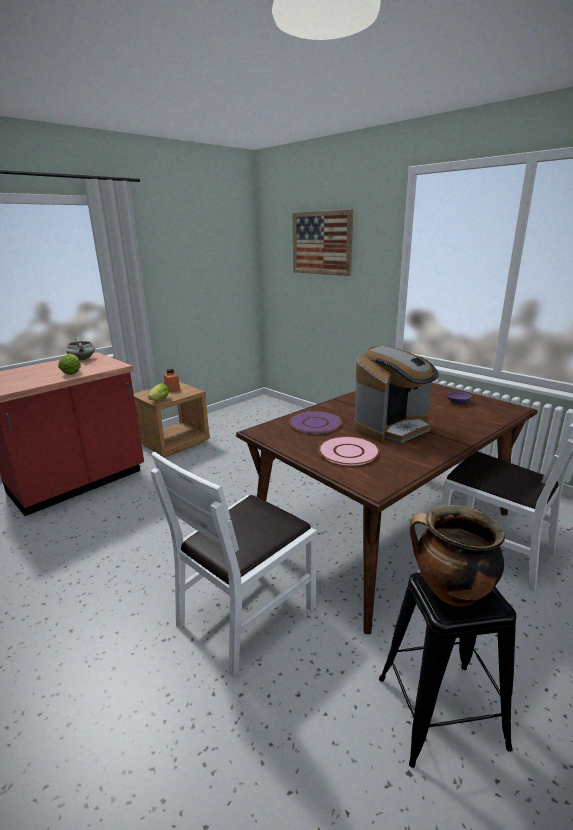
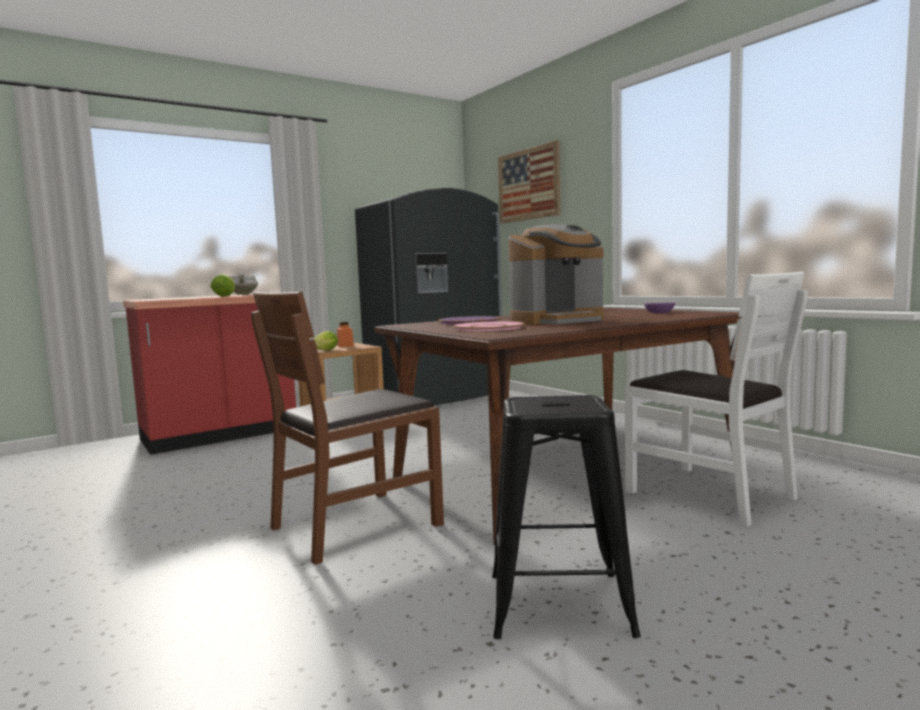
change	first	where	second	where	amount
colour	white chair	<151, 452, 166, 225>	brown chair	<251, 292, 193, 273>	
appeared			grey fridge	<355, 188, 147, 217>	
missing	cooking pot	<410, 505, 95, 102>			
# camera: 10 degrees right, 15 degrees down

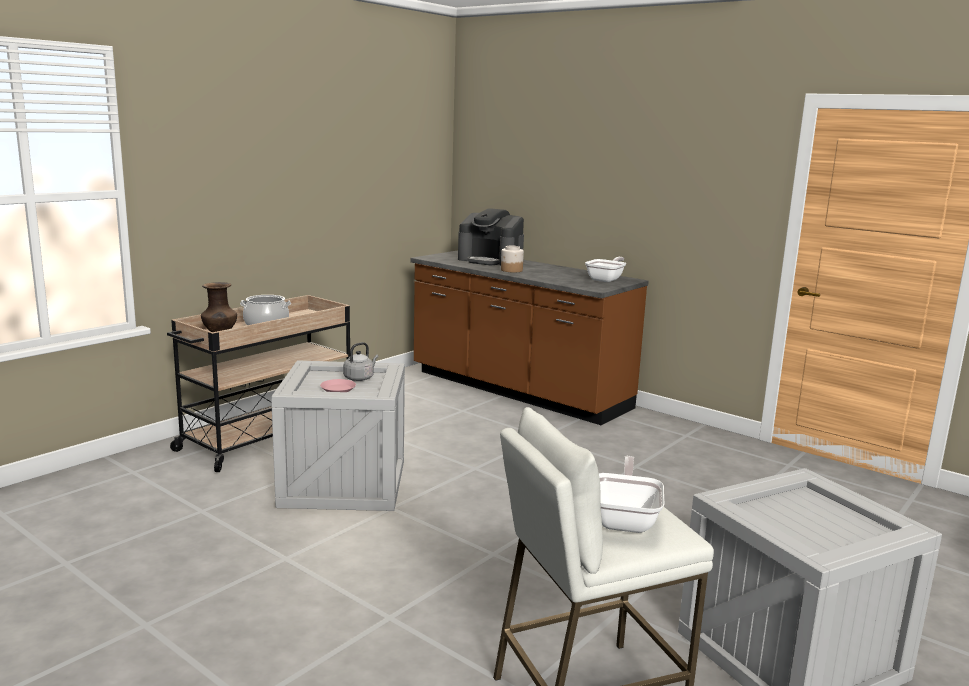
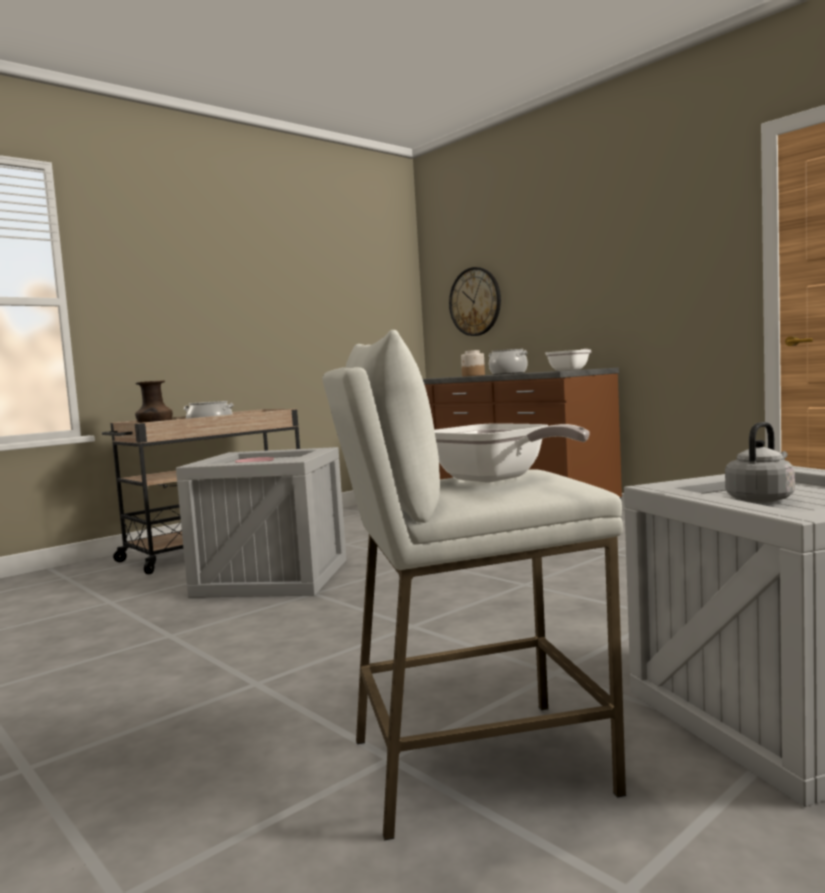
change	first	where	second	where	amount
spun	frying pan	<599, 456, 66, 77>		<434, 423, 156, 60>	120 degrees clockwise
appeared			wall clock	<449, 267, 52, 69>	
appeared			cooking pot	<488, 349, 39, 26>	
relocated	grey kettle	<343, 342, 36, 39>		<725, 422, 70, 81>	
missing	coffee machine	<458, 209, 66, 56>			
# camera: 10 degrees right, 10 degrees down

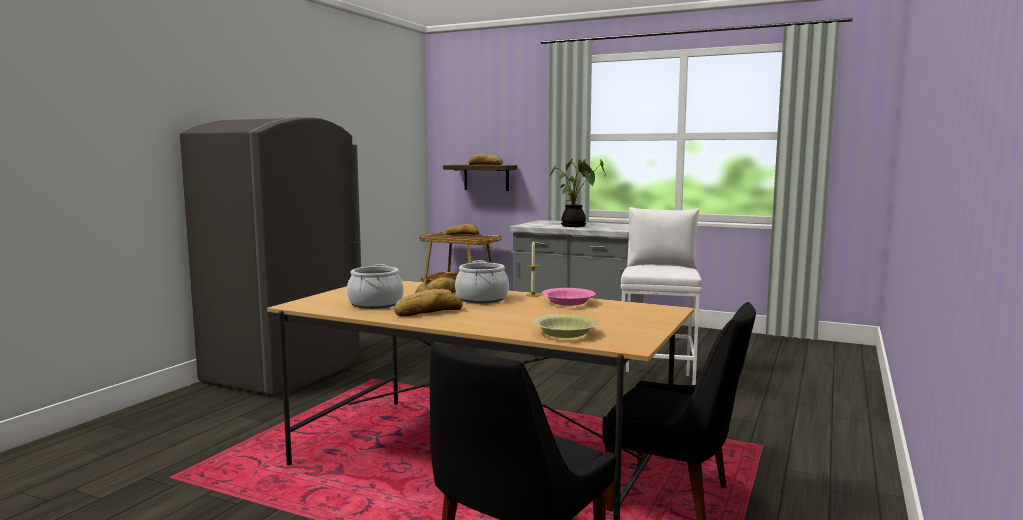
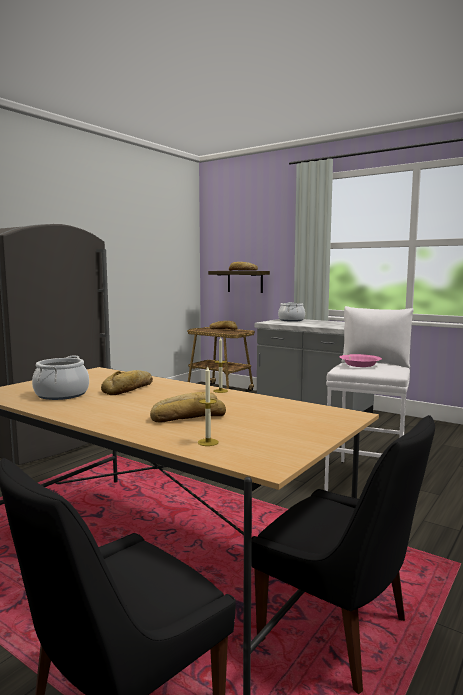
change	first	where	second	where	amount
relocated	bread	<394, 289, 69, 28>		<150, 392, 76, 30>	
exchanged	yellow bowl	<533, 314, 65, 24>	candle	<198, 365, 21, 81>	
relocated	cooking pot	<455, 260, 54, 44>		<278, 302, 27, 20>	
relocated	pink bowl	<542, 288, 54, 18>		<340, 354, 42, 13>	
missing	potted plant	<550, 158, 56, 69>			
# camera: 10 degrees right, 0 degrees up

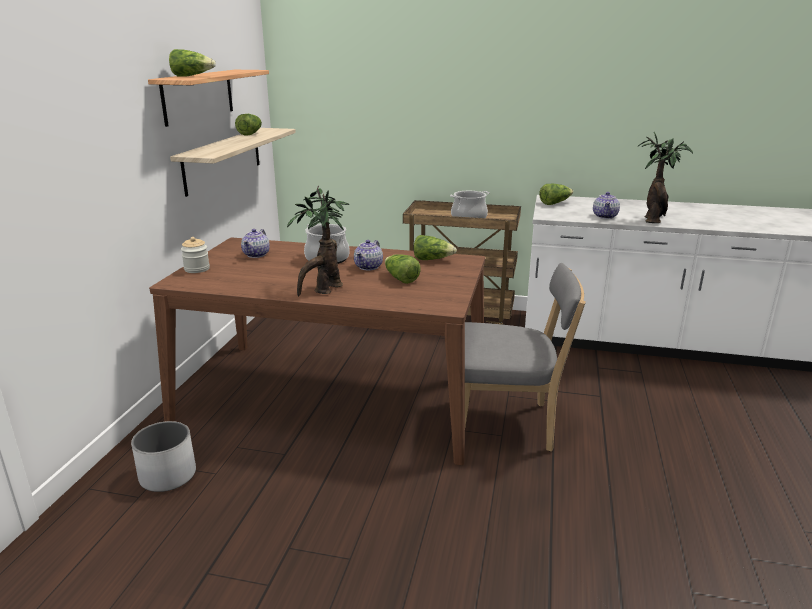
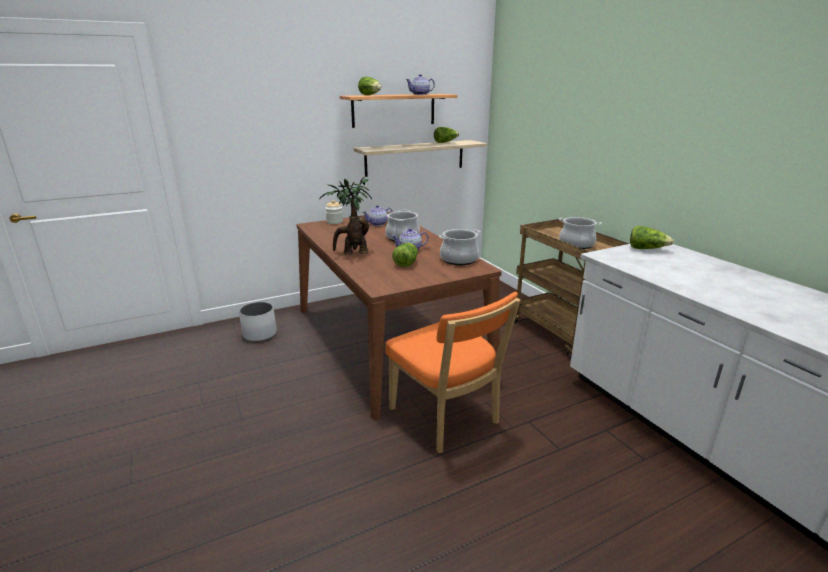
change	first	where	second	where	amount
colour	grey chair	<465, 263, 121, 189>	orange chair	<385, 292, 136, 161>	
relocated	teapot	<593, 192, 27, 27>		<406, 74, 29, 21>	
exchanged	lettuce	<414, 235, 43, 25>	cooking pot	<439, 229, 42, 36>	
missing	potted plant	<637, 132, 56, 91>			
# camera: 50 degrees right, 0 degrees up

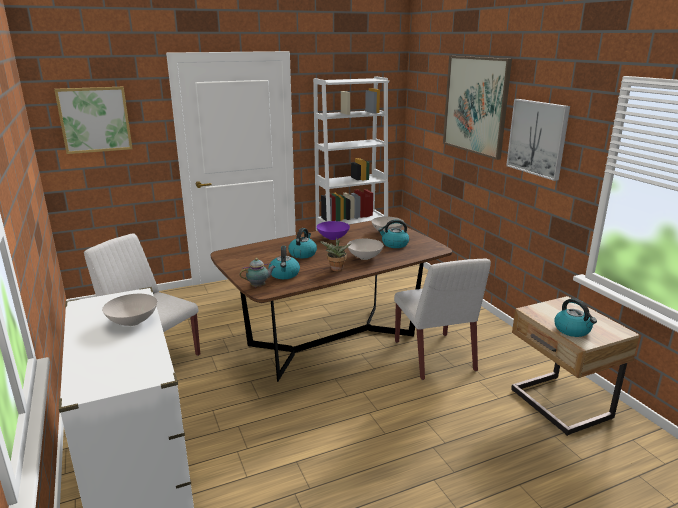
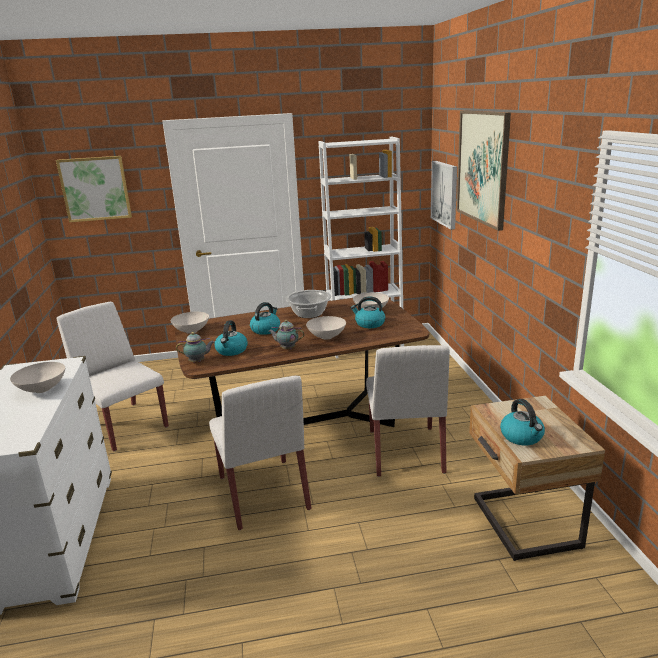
change	first	where	second	where	amount
appeared			white bowl	<171, 312, 38, 22>	
appeared			white chair	<209, 376, 103, 154>	
exchanged	potted plant	<320, 238, 31, 33>	teapot	<268, 320, 37, 29>	
exchanged	purple bowl	<317, 221, 33, 19>	cooking pot	<285, 290, 46, 28>	
relocated	picture	<506, 99, 64, 82>		<431, 161, 26, 69>	
# camera: 15 degrees right, 0 degrees up

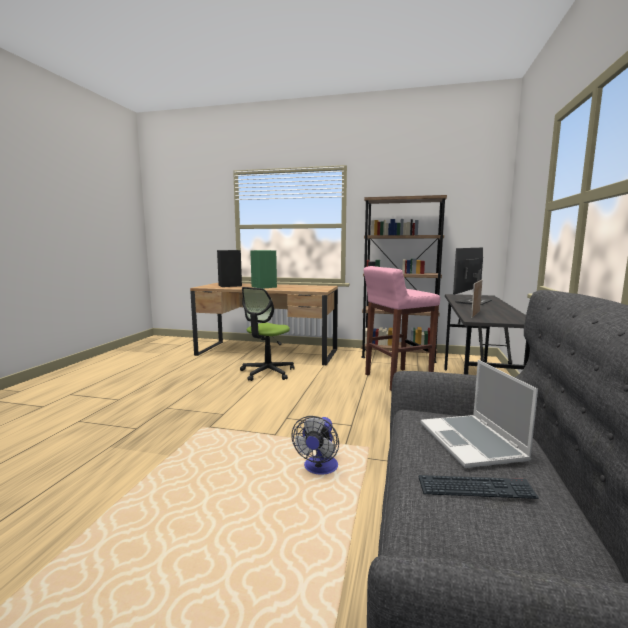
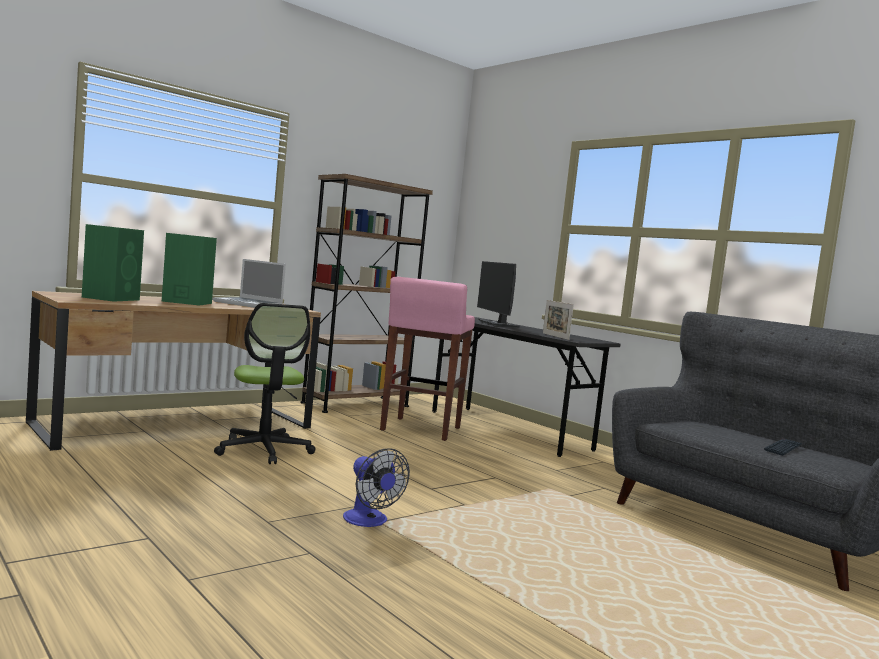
change	first	where	second	where	amount
colour	black speaker	<217, 250, 25, 37>	green speaker	<82, 224, 62, 78>	
relocated	laptop	<420, 360, 118, 108>		<212, 259, 74, 49>	
relocated	fan	<291, 416, 48, 59>		<343, 448, 67, 79>	
# camera: 55 degrees left, 5 degrees down

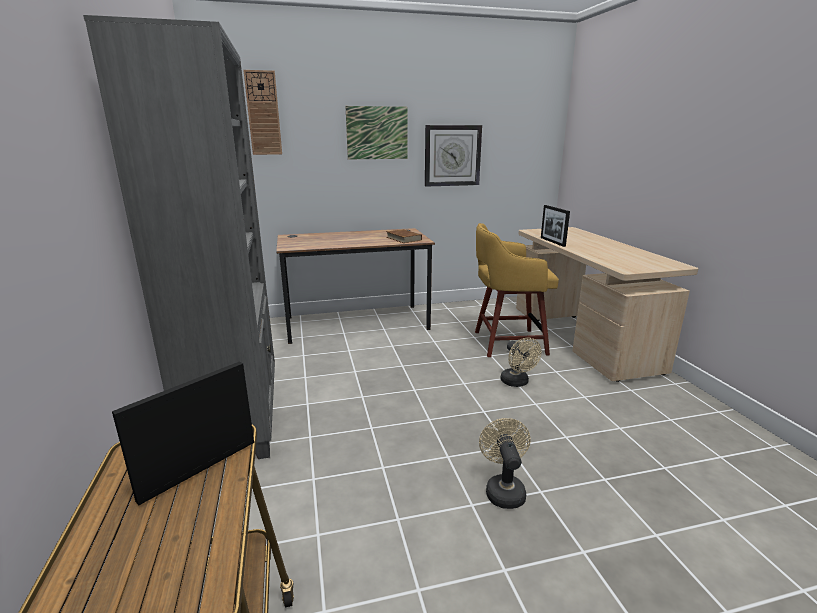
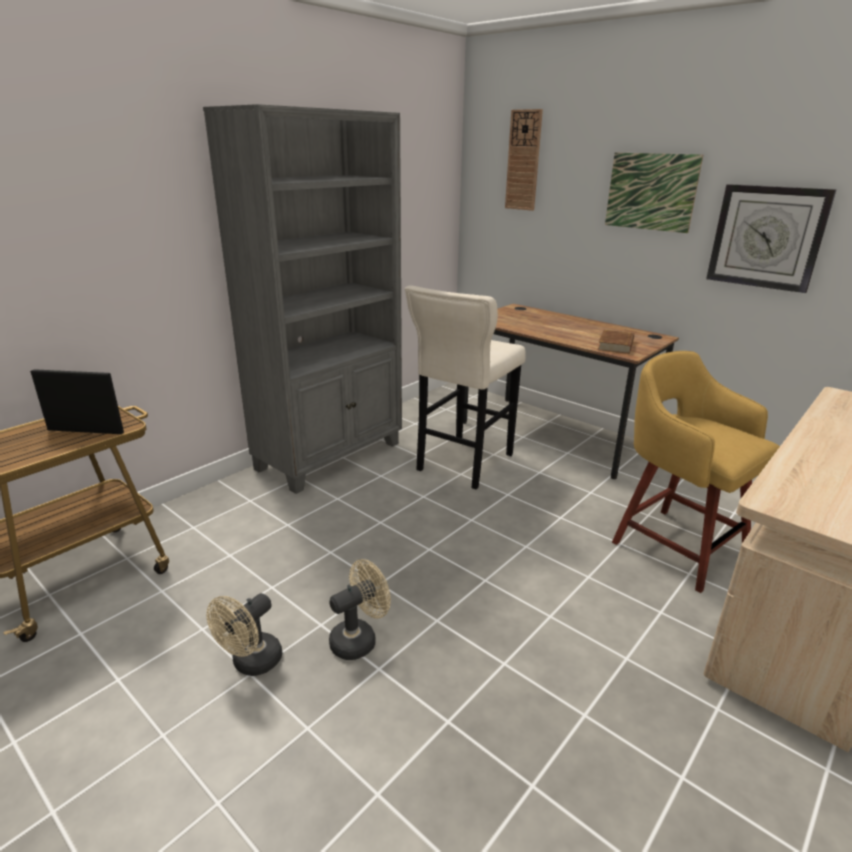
change	first	where	second	where	amount
relocated	beige fan	<500, 337, 42, 50>		<206, 593, 76, 83>	
appeared			beige stool	<405, 286, 121, 203>	
missing	picture frame	<541, 205, 29, 42>			
# camera: 55 degrees right, 5 degrees up

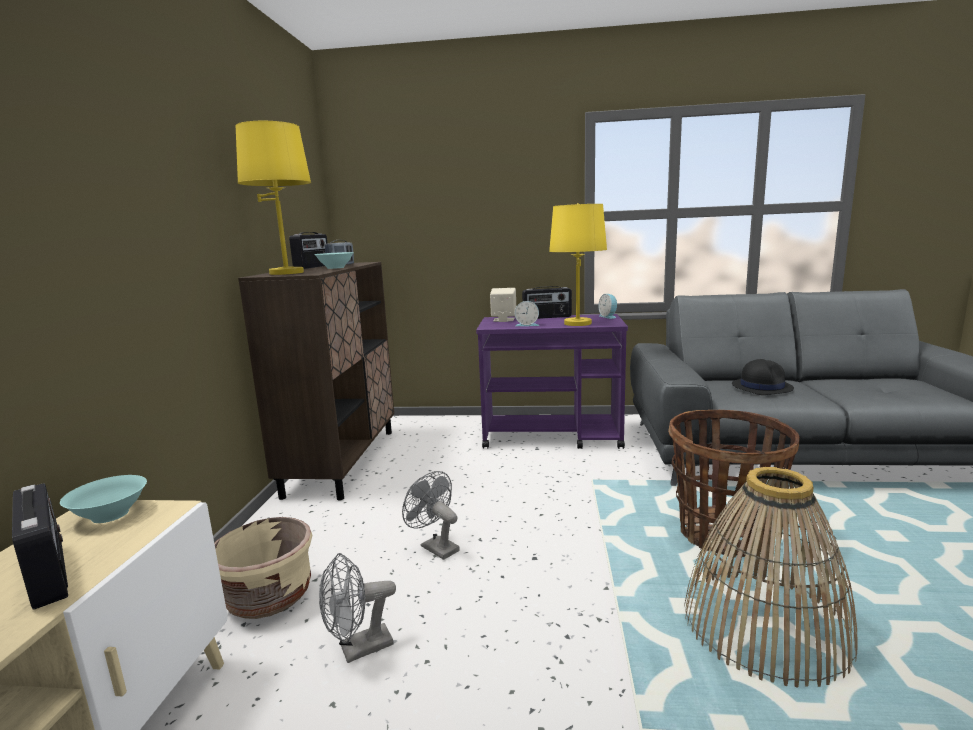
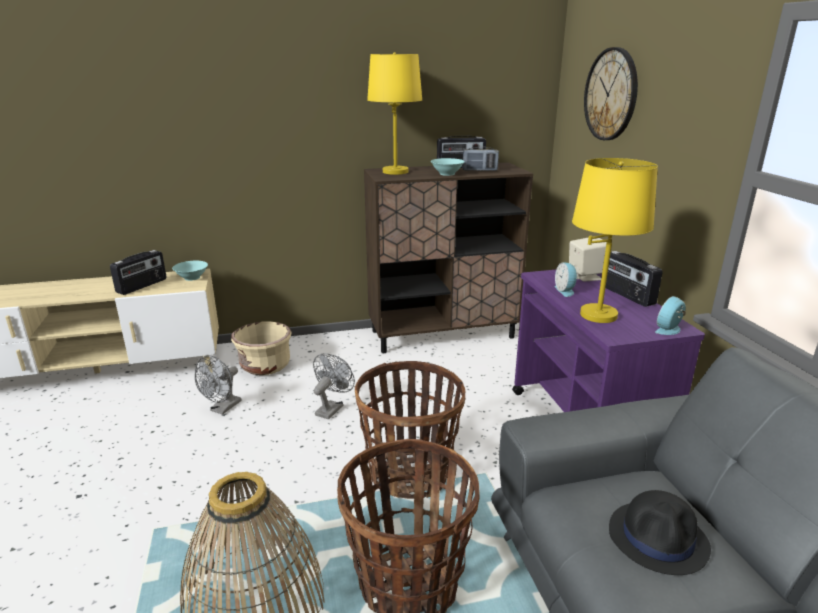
change	first	where	second	where	amount
spun	grey fan	<319, 553, 77, 110>		<195, 356, 46, 59>	105 degrees counterclockwise
appeared			basket	<355, 361, 110, 138>	
appeared			wall clock	<584, 47, 54, 93>	
# camera: 70 degrees right, 10 degrees up

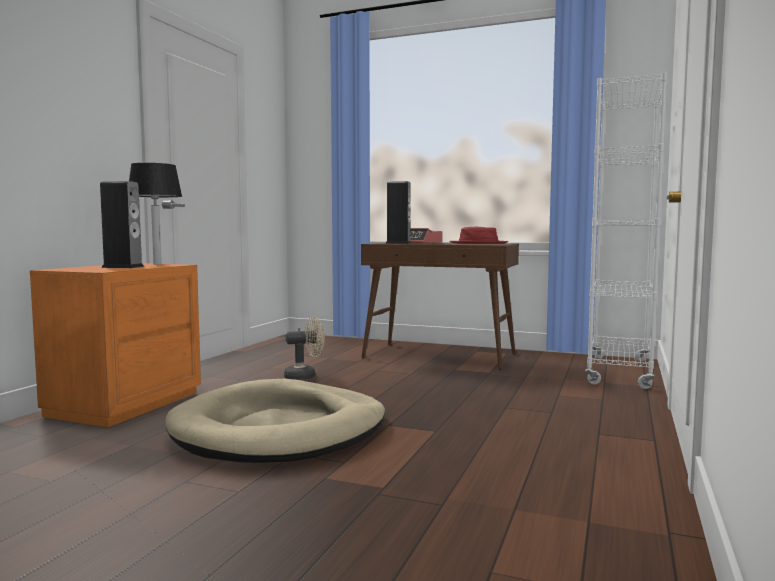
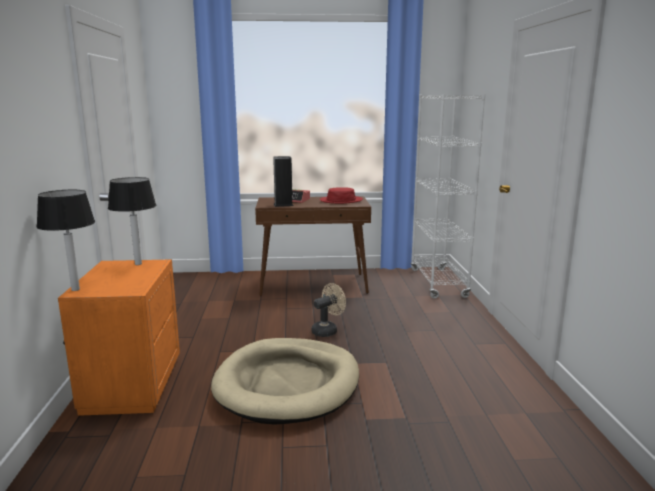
change	first	where	second	where	amount
appeared			table lamp	<36, 190, 59, 101>	
relocated	beige fan	<284, 317, 40, 63>		<312, 283, 34, 54>	
missing	speaker	<100, 181, 44, 87>			
# camera: 25 degrees left, 10 degrees up

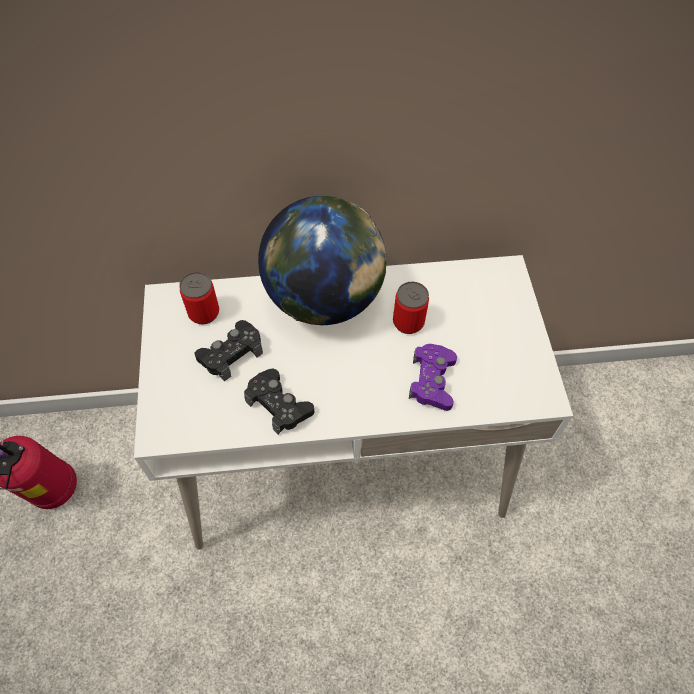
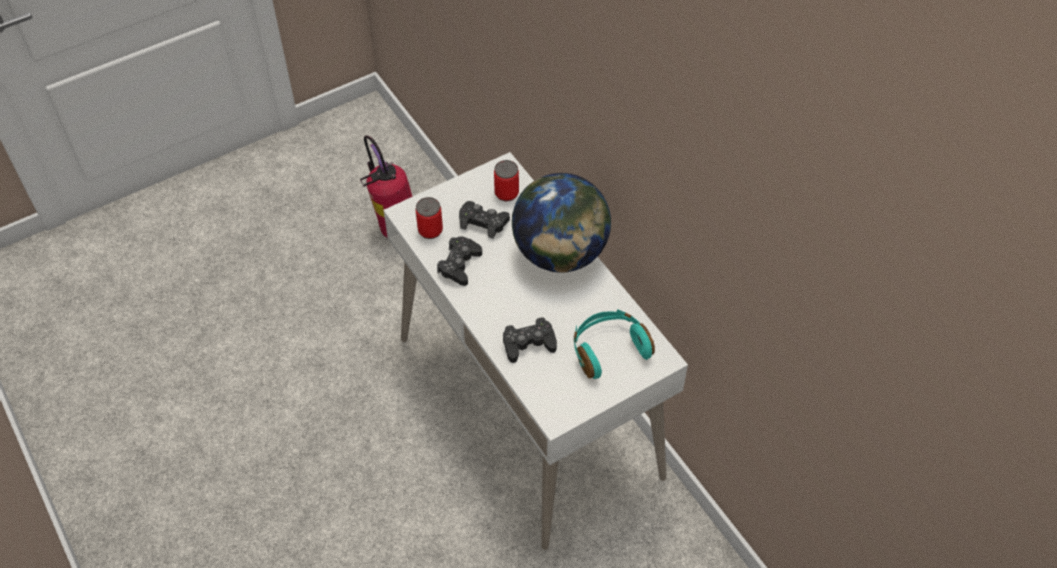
change	first	where	second	where	amount
relocated	can	<393, 282, 36, 52>		<416, 197, 27, 42>	
colour	purple game controller	<409, 344, 48, 67>	black game controller	<503, 317, 54, 46>	
appeared			turquoise headphones	<574, 309, 81, 70>	
# camera: 65 degrees right, 5 degrees down

